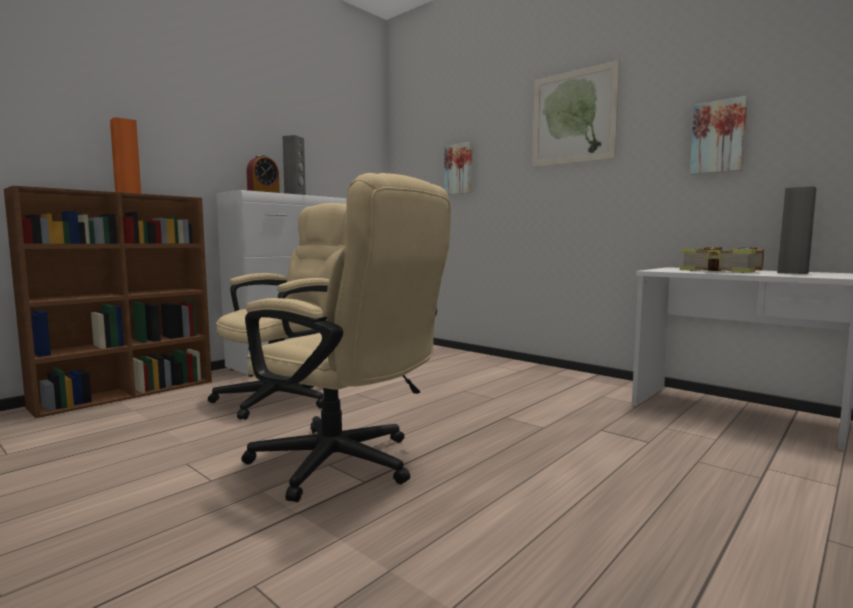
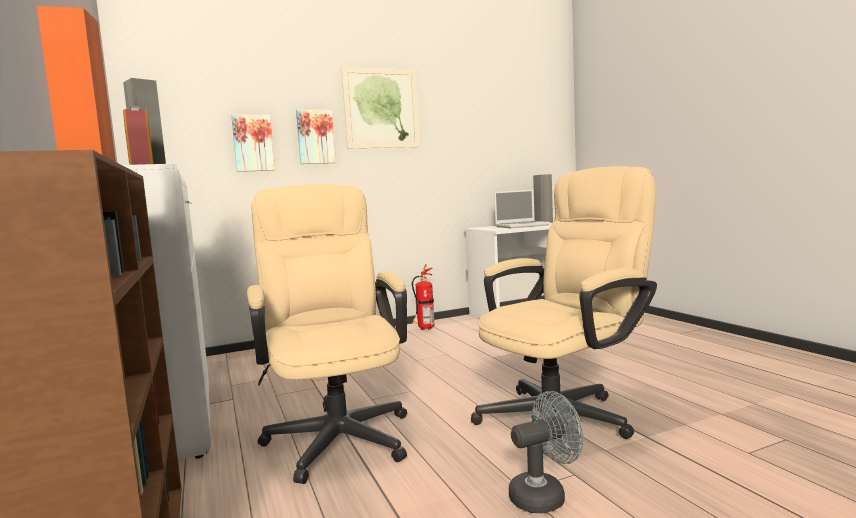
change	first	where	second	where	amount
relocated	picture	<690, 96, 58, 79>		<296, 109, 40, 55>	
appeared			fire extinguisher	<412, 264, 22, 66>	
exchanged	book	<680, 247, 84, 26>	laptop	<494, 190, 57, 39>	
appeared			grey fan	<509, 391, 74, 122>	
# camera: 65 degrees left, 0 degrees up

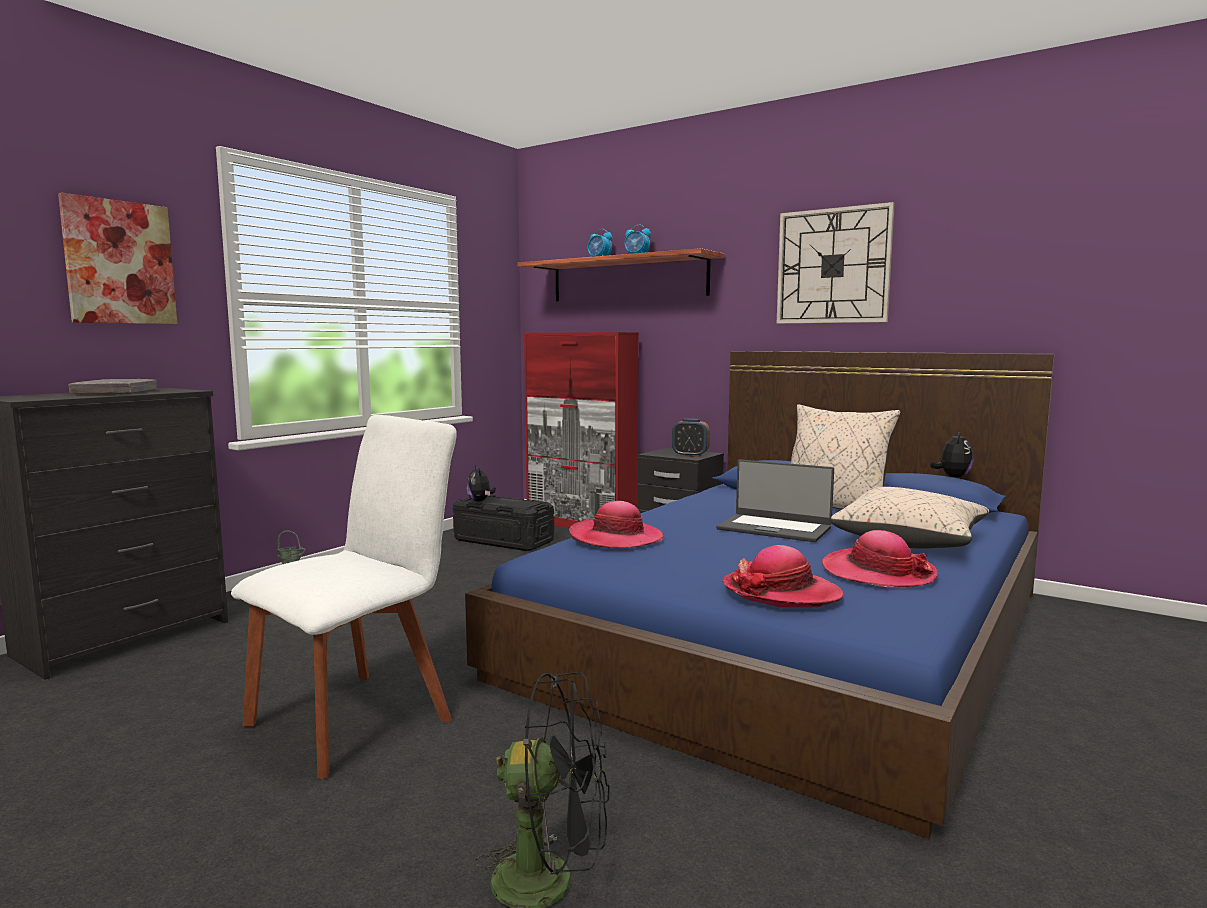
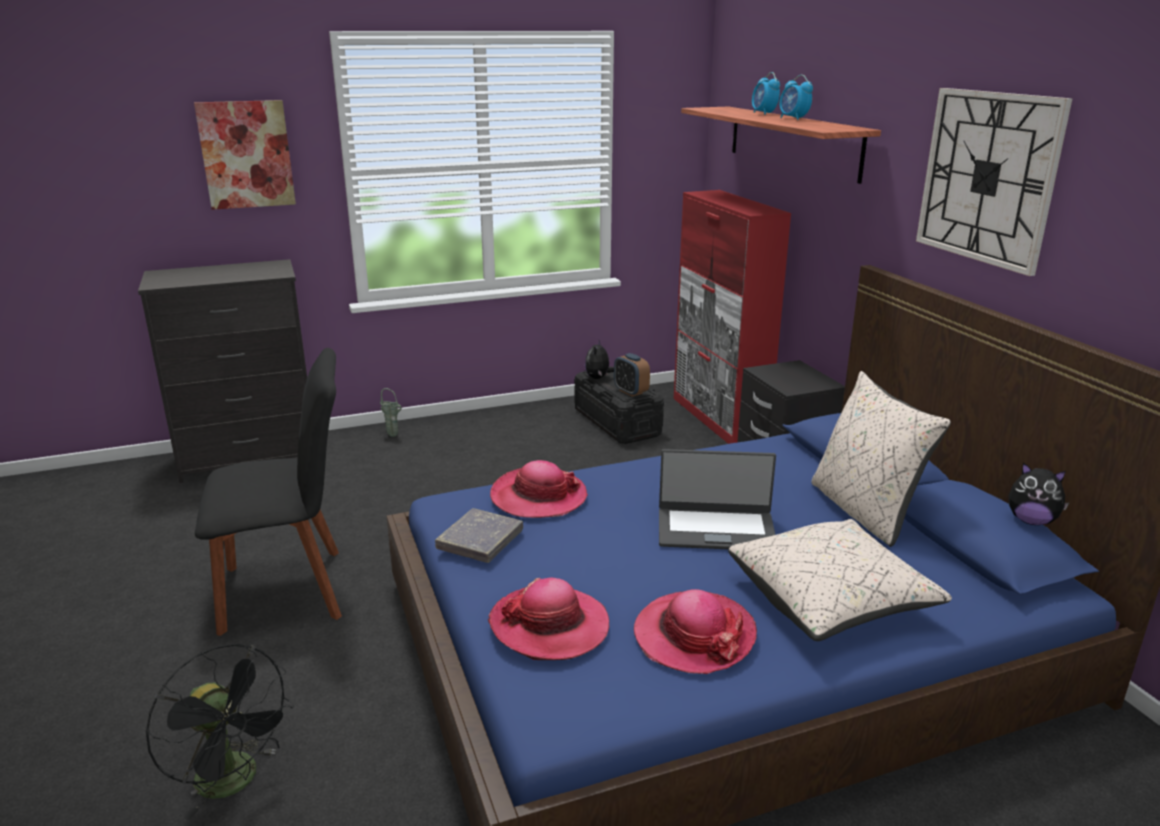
change	first	where	second	where	amount
colour	white chair	<231, 415, 226, 364>	black chair	<195, 348, 147, 288>	
relocated	grey book	<69, 379, 88, 15>		<435, 508, 88, 55>	
relocated	alarm clock	<672, 418, 38, 39>		<614, 353, 36, 44>	
spun	laptop	<716, 460, 118, 82>		<659, 449, 117, 101>	60 degrees counterclockwise
spun	plush toy	<930, 431, 44, 46>		<1009, 462, 60, 63>	60 degrees clockwise
# camera: 35 degrees right, 15 degrees up

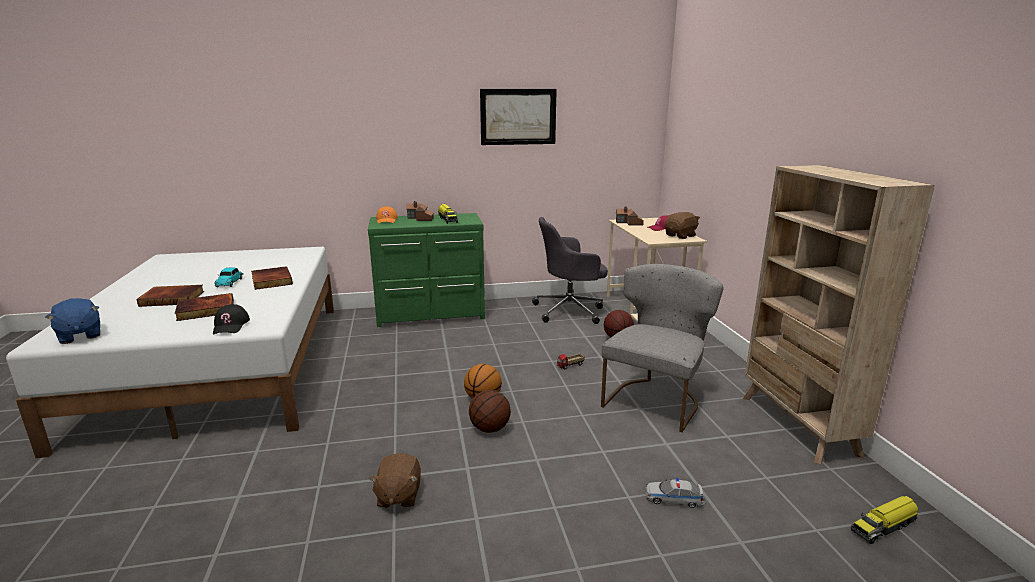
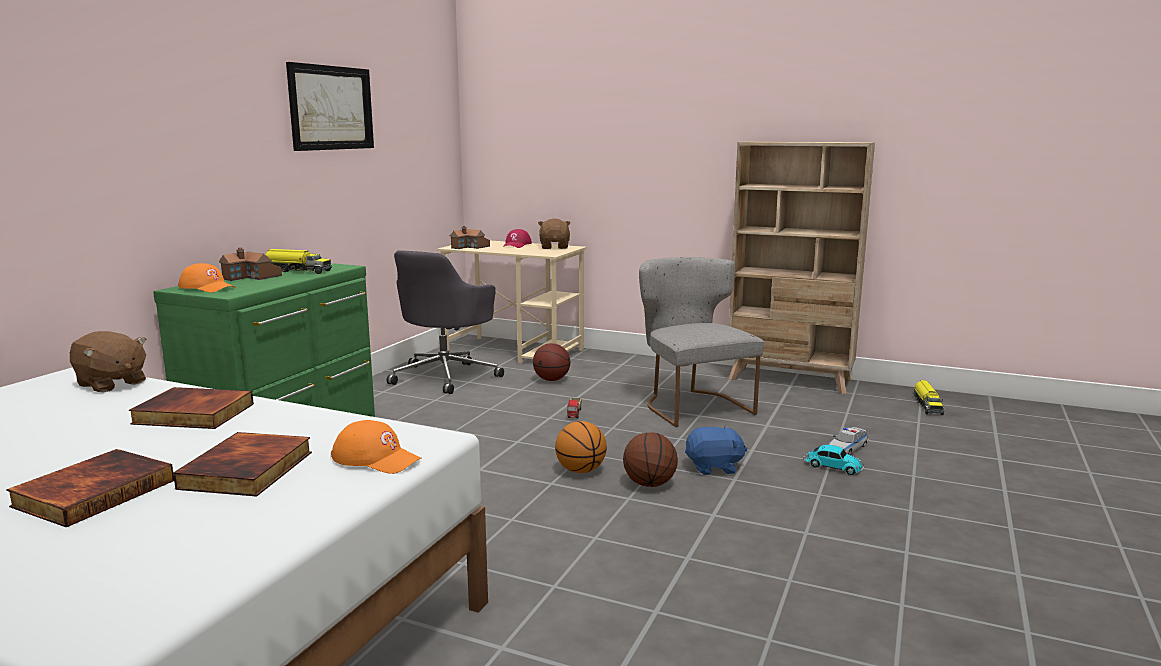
change	first	where	second	where	amount
relocated	brown plush toy	<369, 453, 52, 55>		<70, 331, 77, 61>	
colour	black cap	<213, 304, 37, 31>	orange cap	<331, 420, 90, 54>	
relocated	blue plush toy	<45, 298, 55, 46>		<685, 425, 62, 50>	
relocated	toy car	<215, 267, 29, 20>		<803, 445, 62, 30>	
# camera: 55 degrees left, 5 degrees down

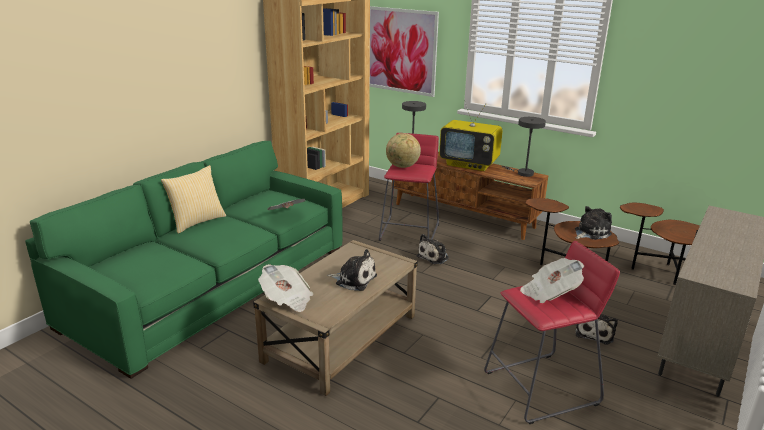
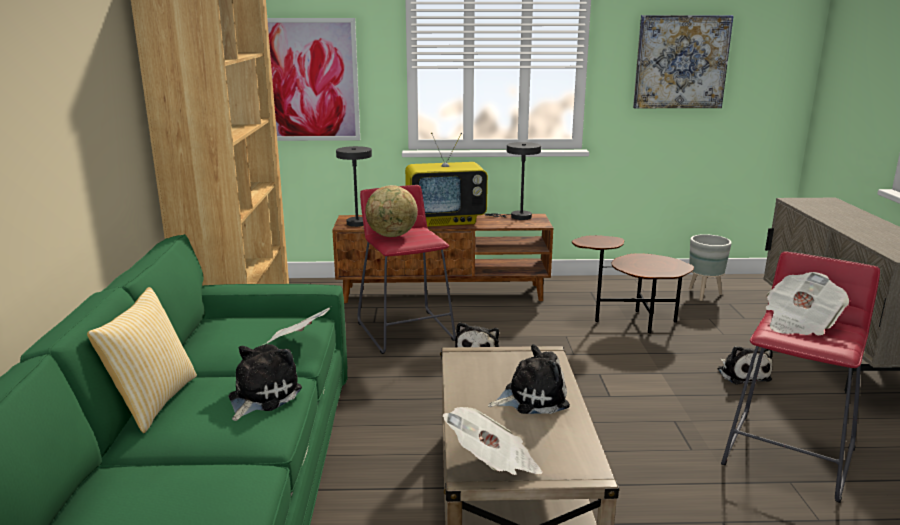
change	first	where	second	where	amount
relocated	plush toy	<575, 206, 37, 34>		<228, 344, 74, 77>	
appeared			picture	<633, 15, 101, 93>	
exchanged	brown side table	<620, 203, 80, 82>	grey planter	<689, 234, 43, 67>	
# camera: 35 degrees left, 5 degrees down

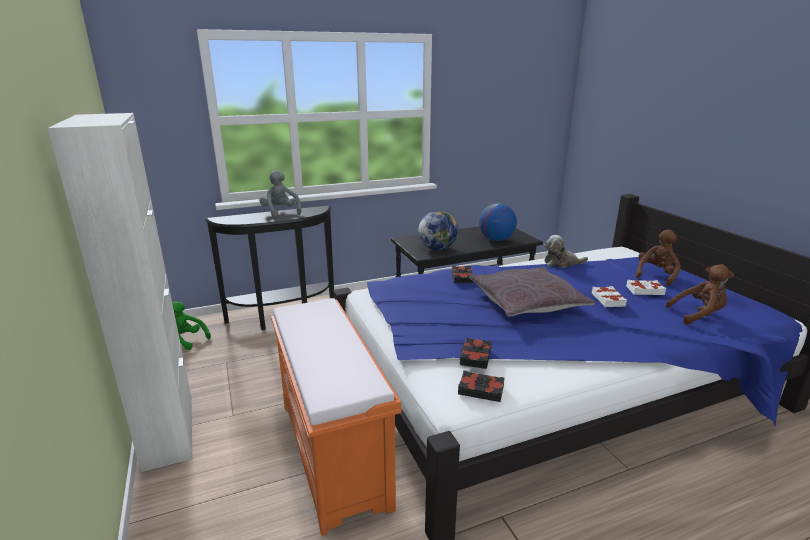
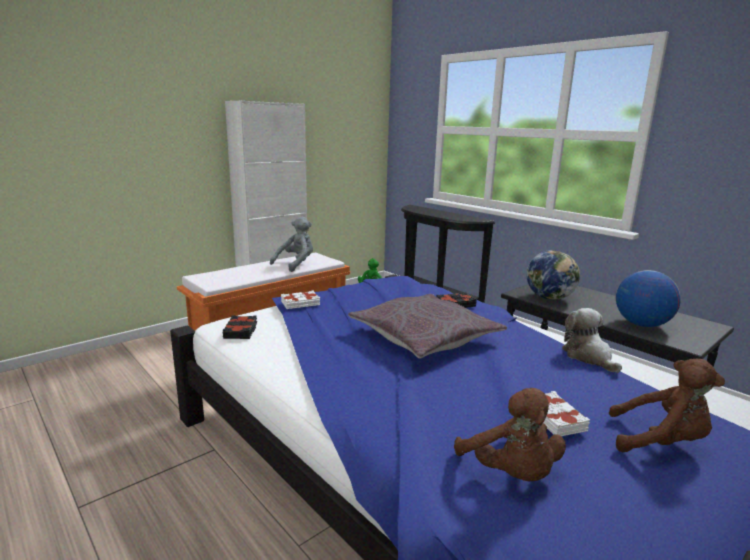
change	first	where	second	where	amount
relocated	grey plush toy	<259, 170, 42, 48>		<270, 217, 43, 55>	
relocated	white book	<592, 286, 35, 21>		<281, 290, 39, 19>	
missing	black book	<460, 338, 32, 31>			
# camera: 70 degrees right, 5 degrees down

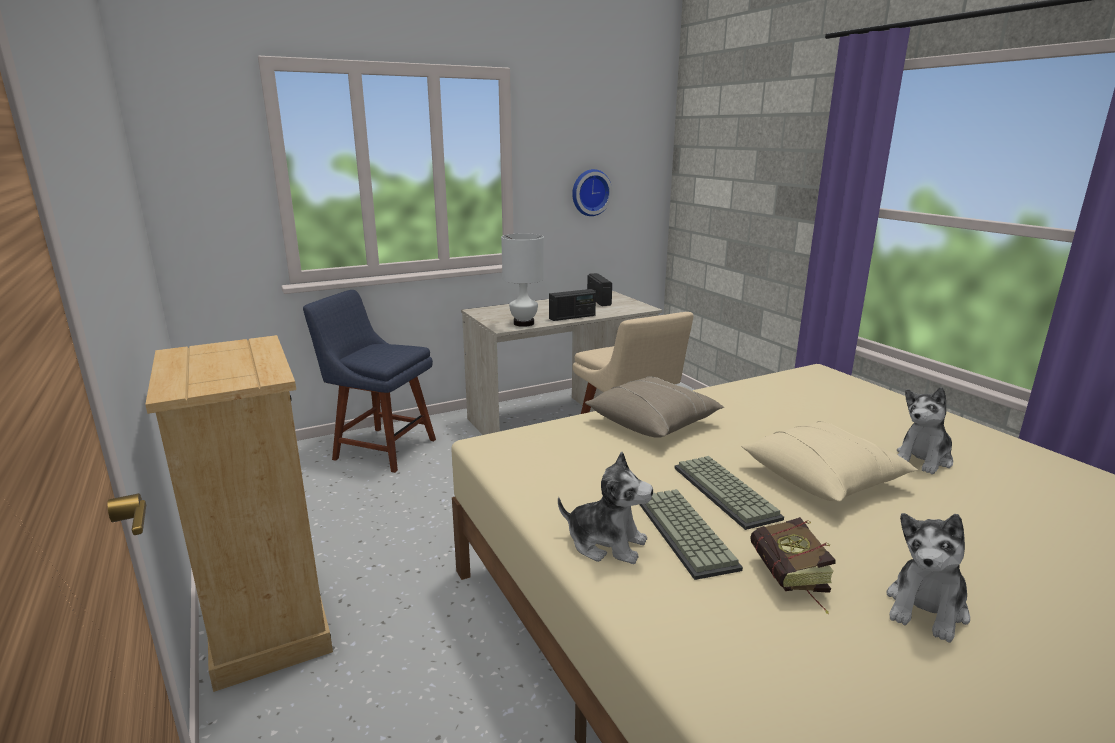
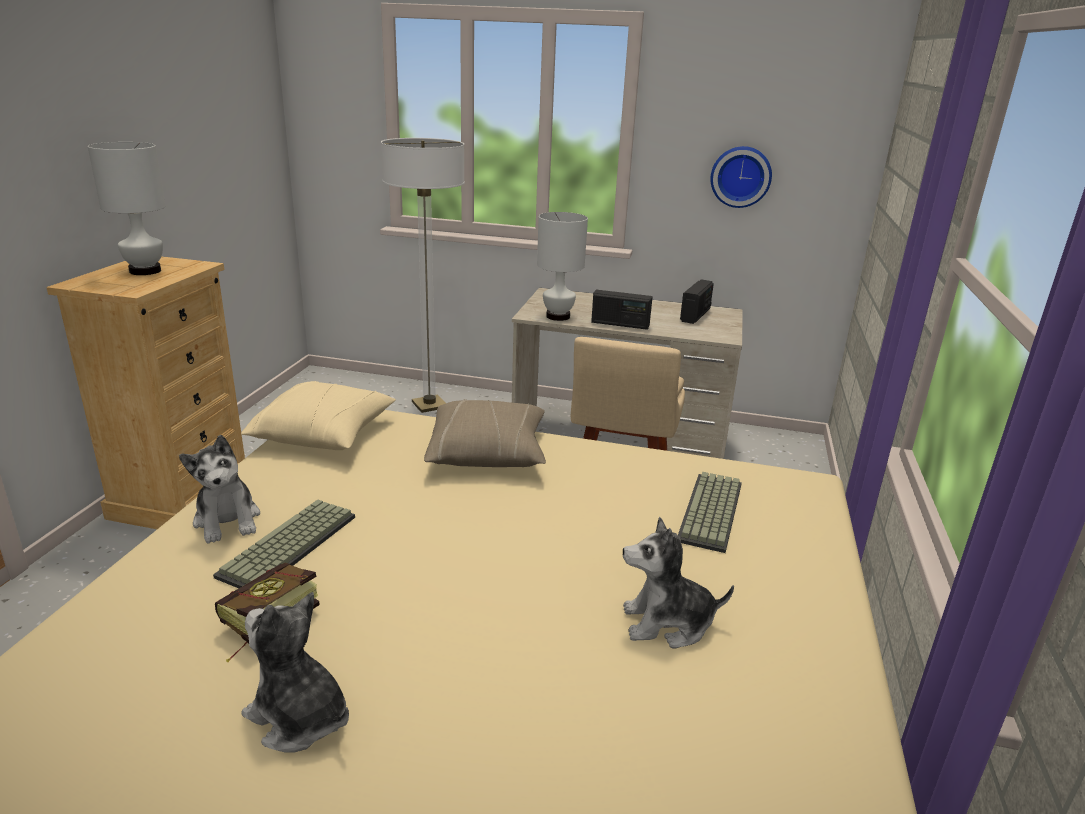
change	first	where	second	where	amount
appeared			white table lamp	<88, 142, 77, 133>	
relocated	beige pillow	<741, 421, 177, 81>		<241, 381, 155, 69>	
spun	plush toy	<886, 513, 84, 129>		<242, 592, 107, 161>	45 degrees clockwise
exchanged	blue chair	<303, 290, 133, 183>	floor lamp	<381, 138, 84, 275>	
relocated	keyboard	<674, 456, 110, 74>		<678, 472, 64, 81>	
# camera: 40 degrees right, 5 degrees up

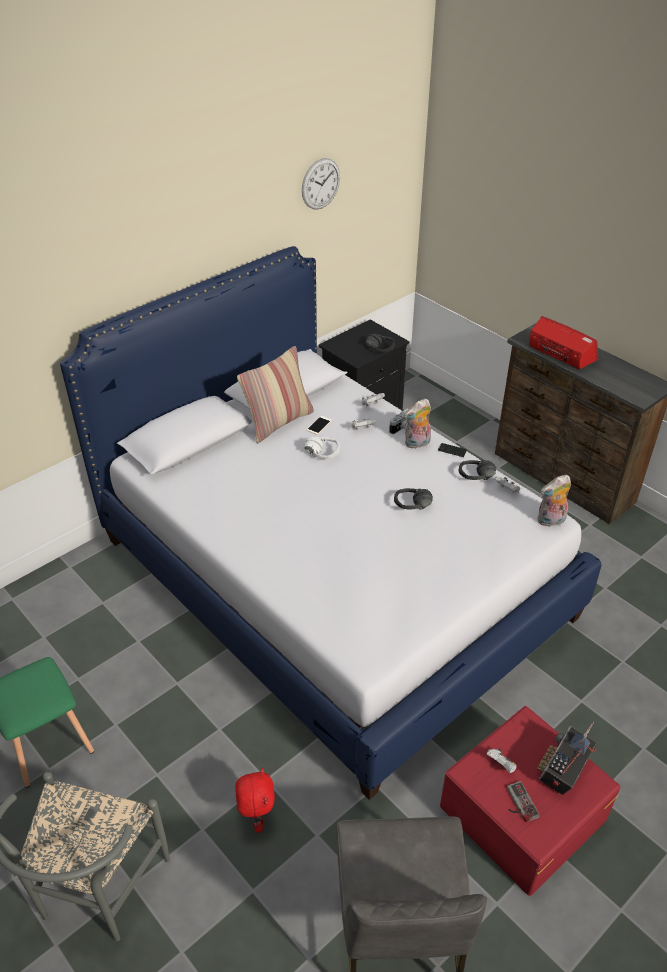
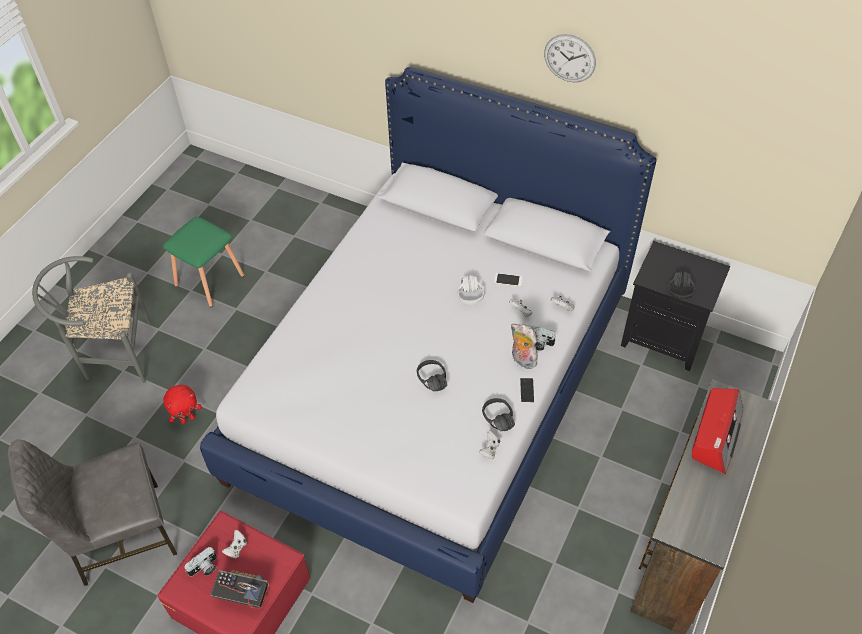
change	first	where	second	where	amount
exchanged	game controller	<507, 781, 33, 41>	photo camera	<185, 547, 32, 29>	
relocated	wall clock	<302, 158, 38, 52>		<544, 34, 52, 48>	
missing	pillow	<237, 346, 77, 98>			
missing	plush toy	<538, 475, 33, 52>			
# camera: 70 degrees right, 10 degrees up

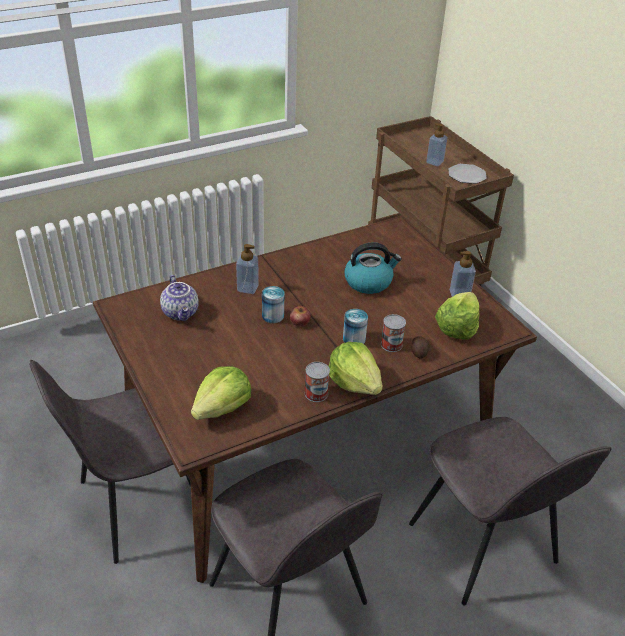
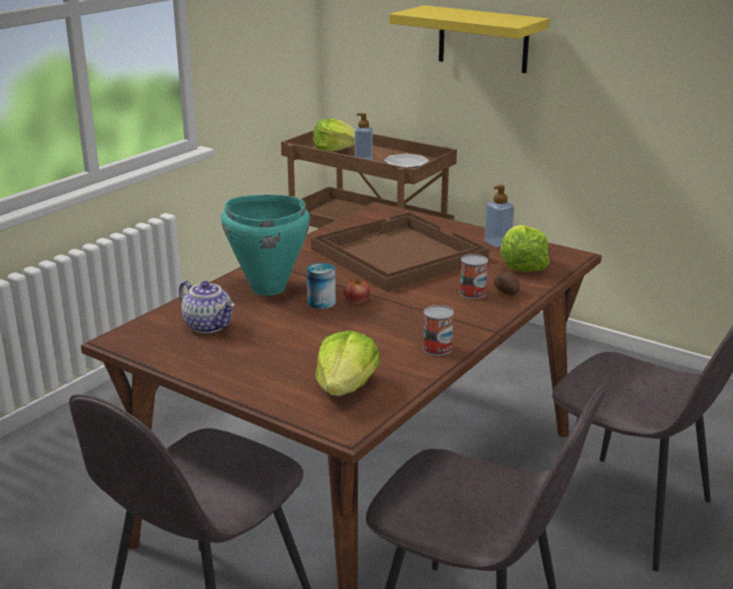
change	first	where	second	where	amount
exchanged	soap dispenser	<236, 244, 23, 50>	turquoise cooking pot	<221, 195, 89, 101>	
exchanged	kettle	<344, 242, 58, 52>	brown tray	<311, 212, 178, 80>	
relocated	lettuce	<328, 342, 55, 53>		<313, 118, 42, 33>	
appeared			yellow shelf	<389, 5, 161, 68>	
missing	can	<343, 309, 25, 35>			
# camera: 25 degrees left, 15 degrees down

